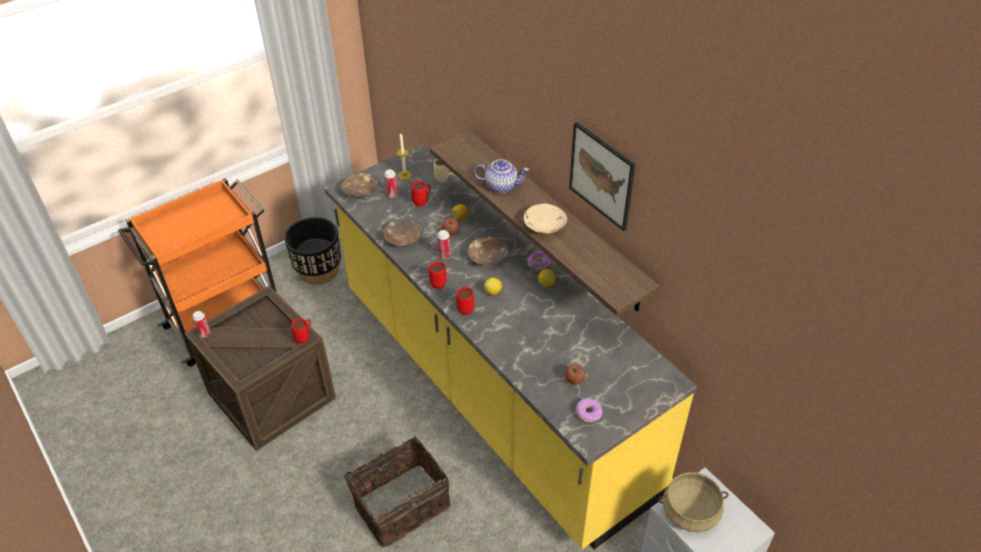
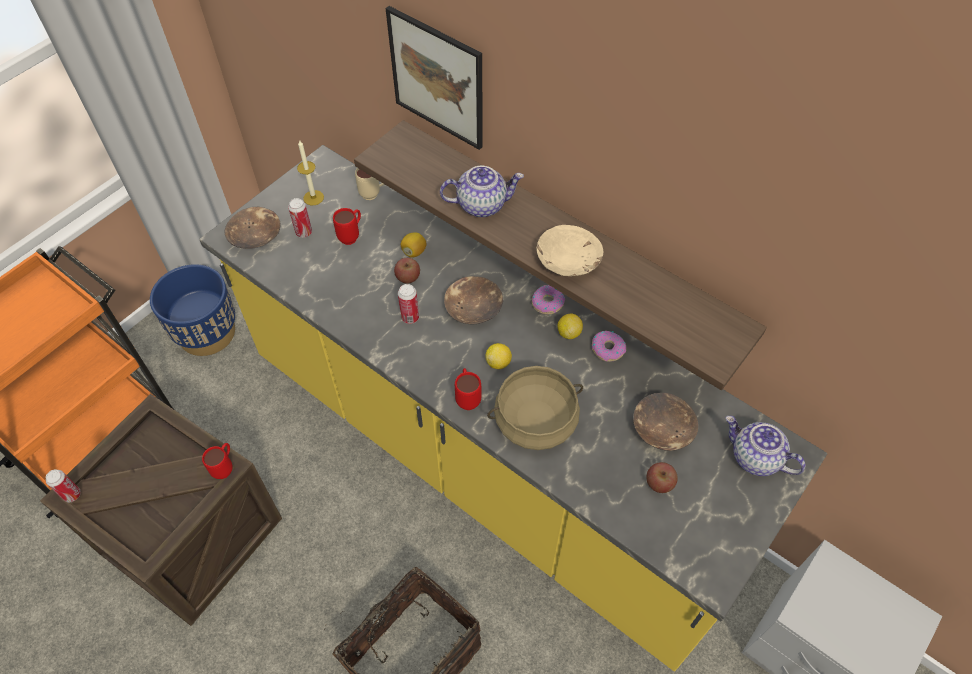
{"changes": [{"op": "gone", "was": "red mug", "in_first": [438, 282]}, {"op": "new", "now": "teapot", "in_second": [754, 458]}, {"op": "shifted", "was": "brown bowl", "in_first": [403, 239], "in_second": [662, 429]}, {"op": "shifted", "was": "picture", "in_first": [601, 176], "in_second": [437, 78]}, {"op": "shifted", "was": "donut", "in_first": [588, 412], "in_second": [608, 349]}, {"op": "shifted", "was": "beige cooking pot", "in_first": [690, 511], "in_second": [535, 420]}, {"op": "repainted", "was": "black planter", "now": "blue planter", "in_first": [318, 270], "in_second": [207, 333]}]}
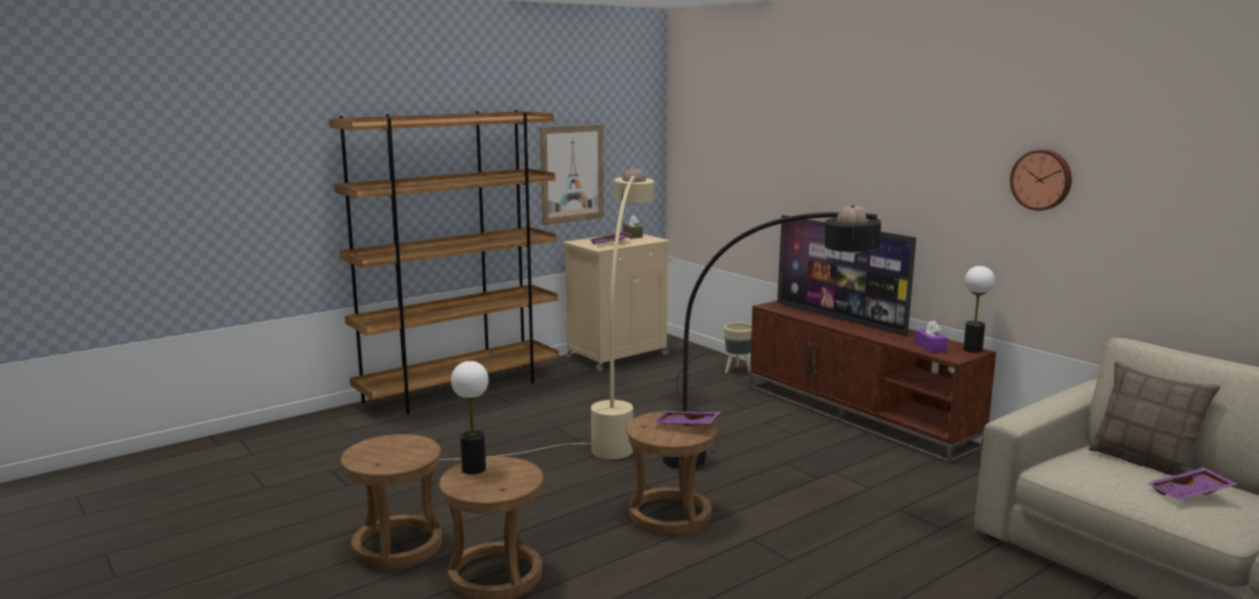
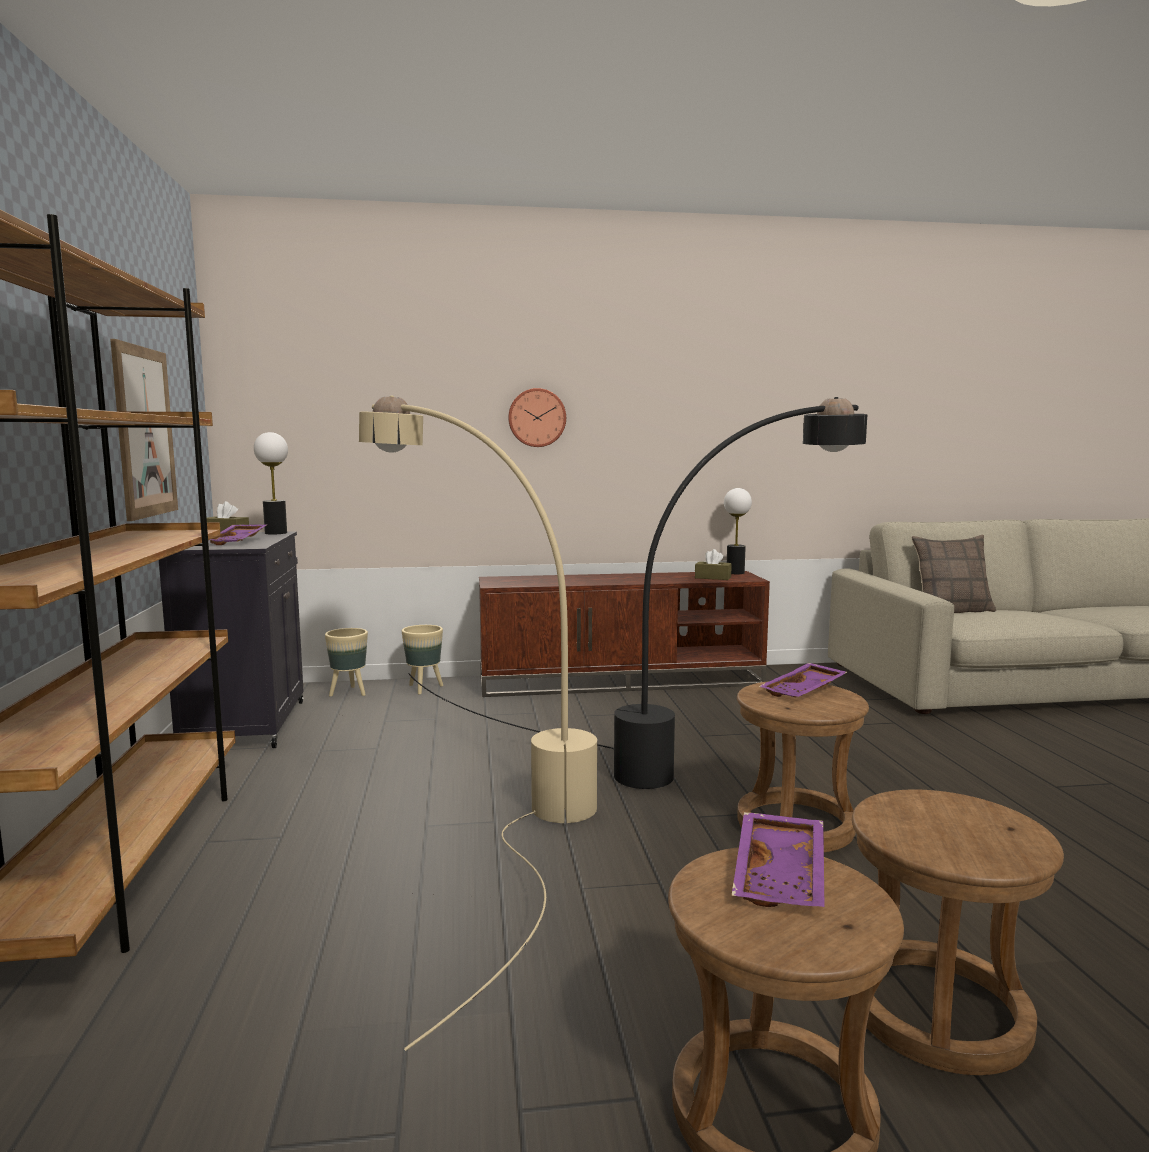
{"changes": [{"op": "gone", "was": "television", "in_first": [840, 318]}, {"op": "new", "now": "beige planter", "in_second": [349, 693]}, {"op": "shifted", "was": "table lamp", "in_first": [473, 469], "in_second": [275, 533]}, {"op": "shifted", "was": "wall clock", "in_first": [1042, 179], "in_second": [537, 417]}, {"op": "shifted", "was": "purple tray", "in_first": [1190, 493], "in_second": [782, 876]}, {"op": "repainted", "was": "beige cabinet", "now": "black cabinet", "in_first": [618, 355], "in_second": [246, 724]}, {"op": "repainted", "was": "purple tissue box", "now": "brown tissue box", "in_first": [930, 347], "in_second": [713, 577]}]}
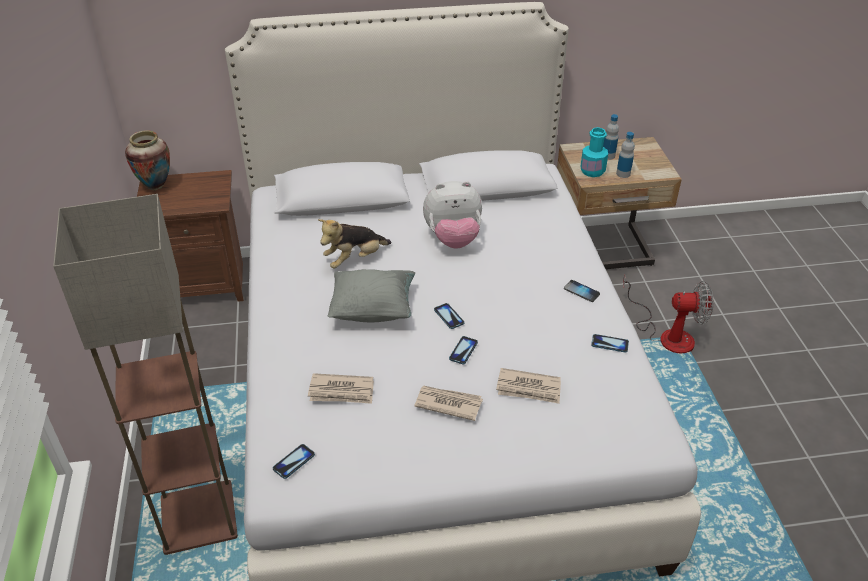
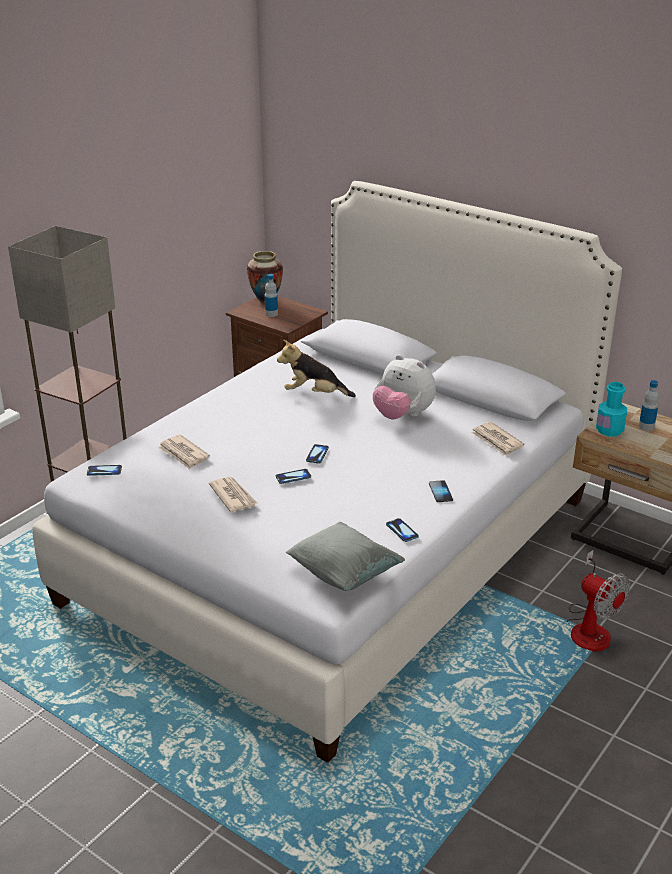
{"changes": [{"op": "shifted", "was": "grey pillow", "in_first": [373, 310], "in_second": [344, 574]}, {"op": "shifted", "was": "newspaper", "in_first": [529, 388], "in_second": [497, 441]}, {"op": "shifted", "was": "bottle", "in_first": [623, 174], "in_second": [271, 314]}]}
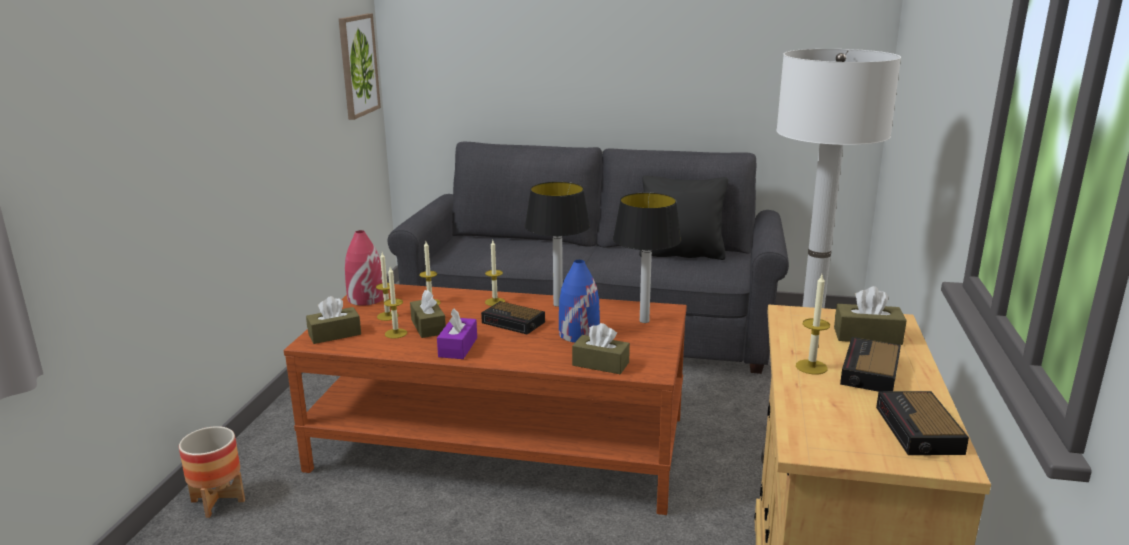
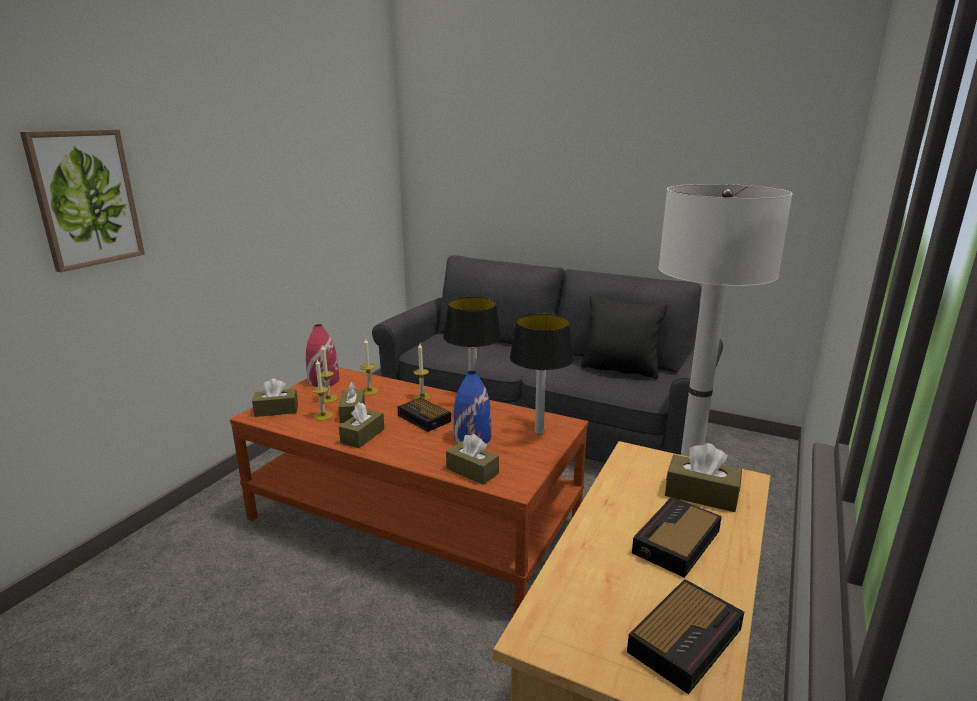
{"changes": [{"op": "gone", "was": "planter", "in_first": [218, 501]}, {"op": "gone", "was": "candle", "in_first": [811, 367]}, {"op": "shifted", "was": "picture", "in_first": [358, 65], "in_second": [85, 198]}, {"op": "repainted", "was": "purple tissue box", "now": "brown tissue box", "in_first": [458, 347], "in_second": [362, 436]}, {"op": "rotated", "was": "alarm clock", "in_first": [919, 431], "in_second": [686, 638], "clockwise": -150}]}
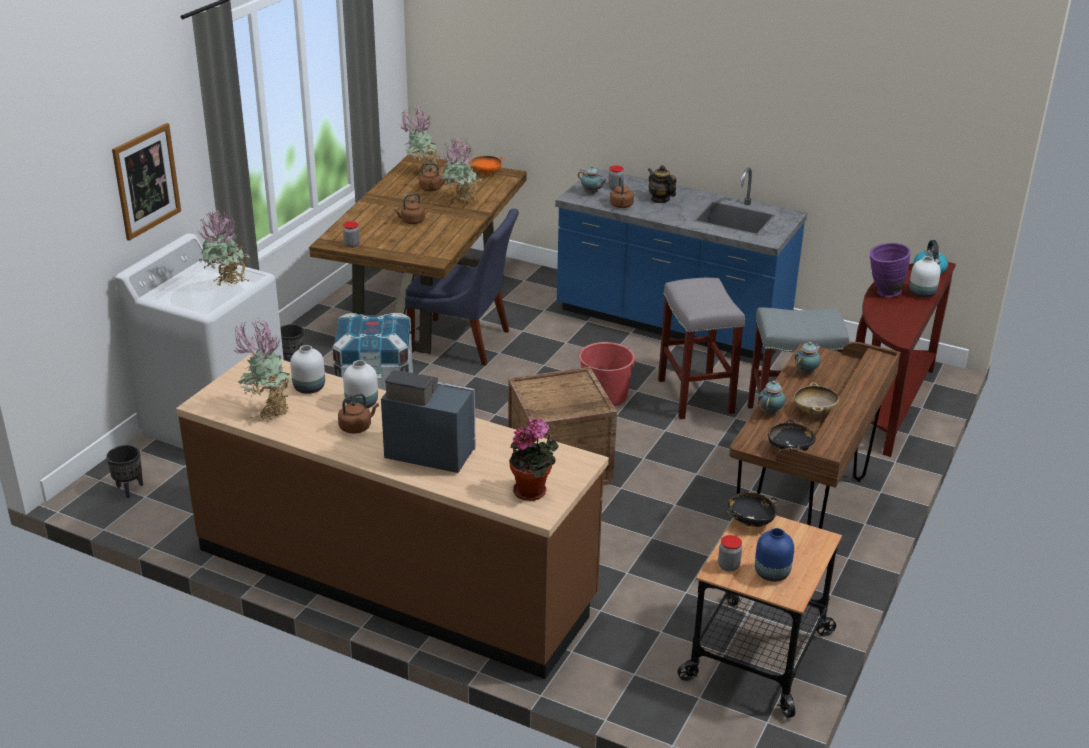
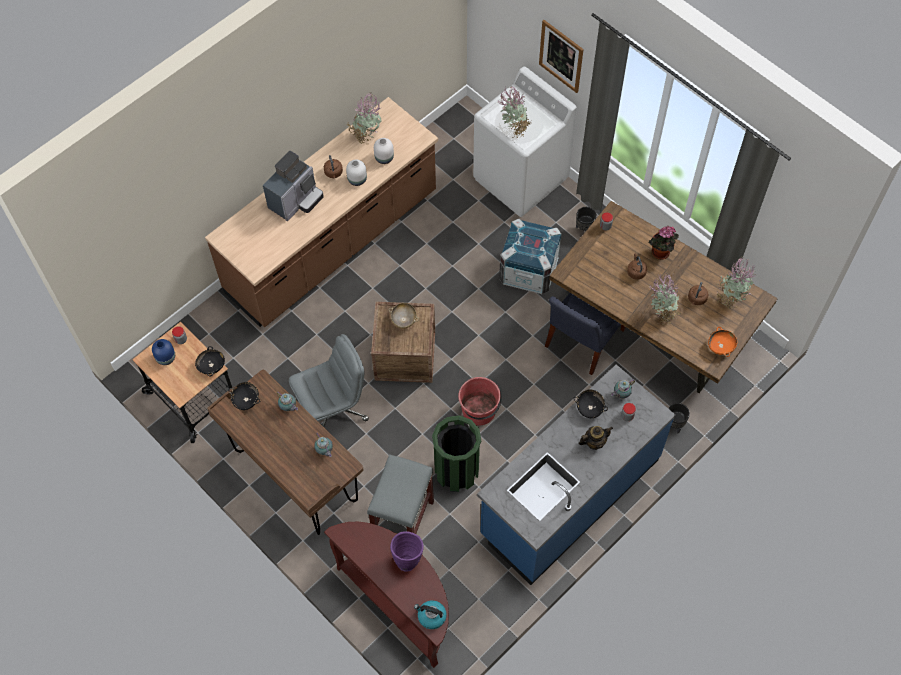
{"changes": [{"op": "gone", "was": "white vase", "in_first": [922, 293]}, {"op": "new", "now": "grey office chair", "in_second": [333, 408]}, {"op": "shifted", "was": "black planter", "in_first": [130, 489], "in_second": [674, 425]}, {"op": "shifted", "was": "potted plant", "in_first": [533, 491], "in_second": [660, 254]}, {"op": "shifted", "was": "beige bowl", "in_first": [814, 411], "in_second": [404, 320]}, {"op": "swapped", "was": "brown kettle", "now": "black bowl", "in_first": [621, 206], "in_second": [589, 408]}, {"op": "swapped", "was": "grey stool", "now": "green trash can", "in_first": [696, 397], "in_second": [456, 471]}]}
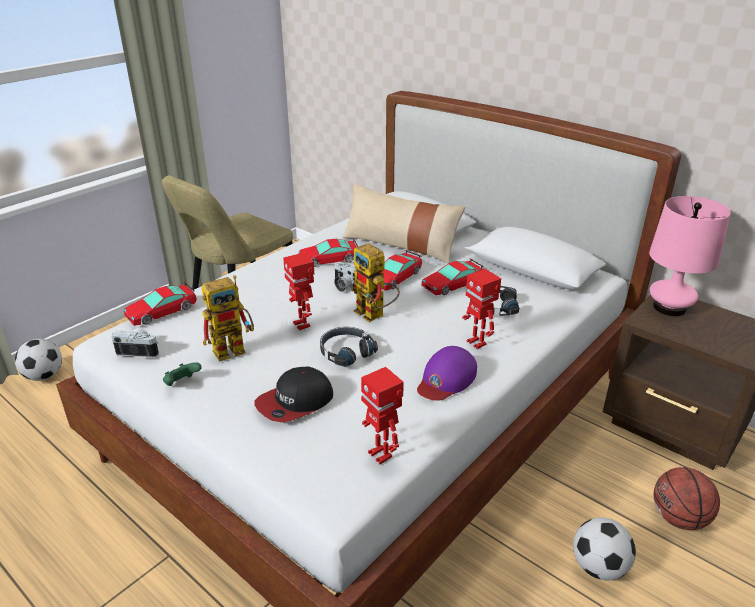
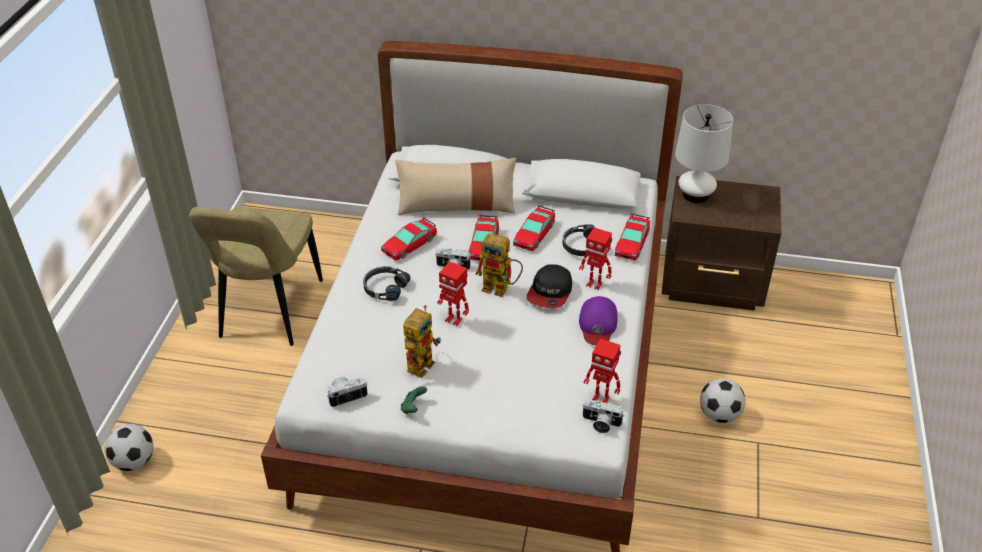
{"changes": [{"op": "gone", "was": "basketball", "in_first": [679, 518]}, {"op": "new", "now": "photo camera", "in_second": [600, 423]}, {"op": "shifted", "was": "toy car", "in_first": [161, 311], "in_second": [631, 243]}, {"op": "shifted", "was": "cap", "in_first": [295, 402], "in_second": [550, 292]}, {"op": "shifted", "was": "black headphones", "in_first": [346, 352], "in_second": [385, 288]}, {"op": "repainted", "was": "pink table lamp", "now": "white table lamp", "in_first": [669, 307], "in_second": [695, 195]}]}
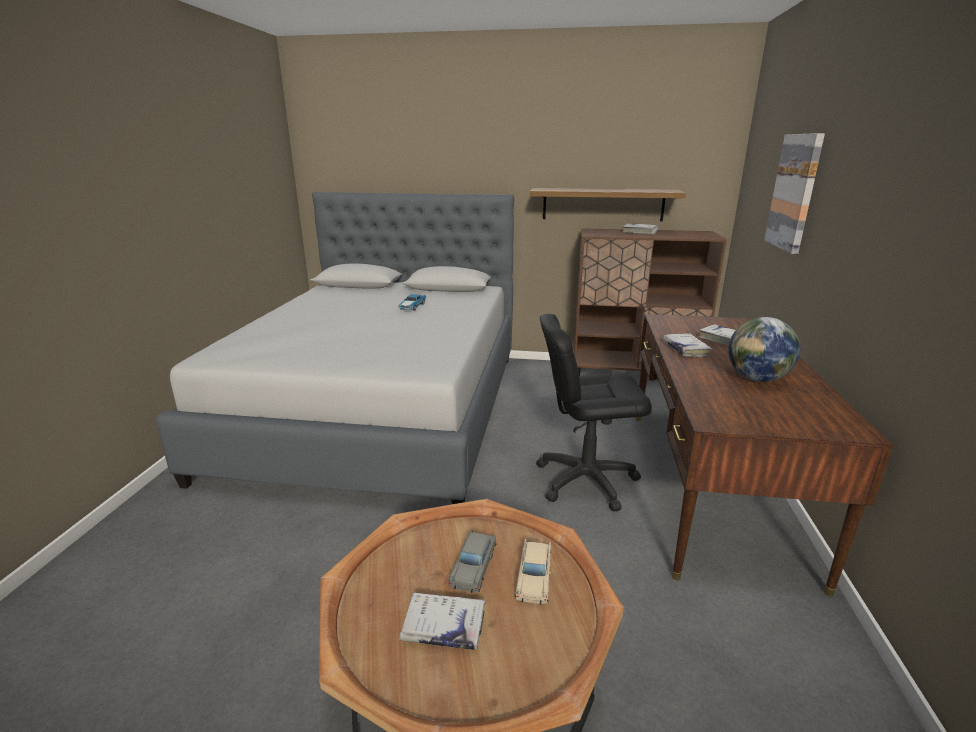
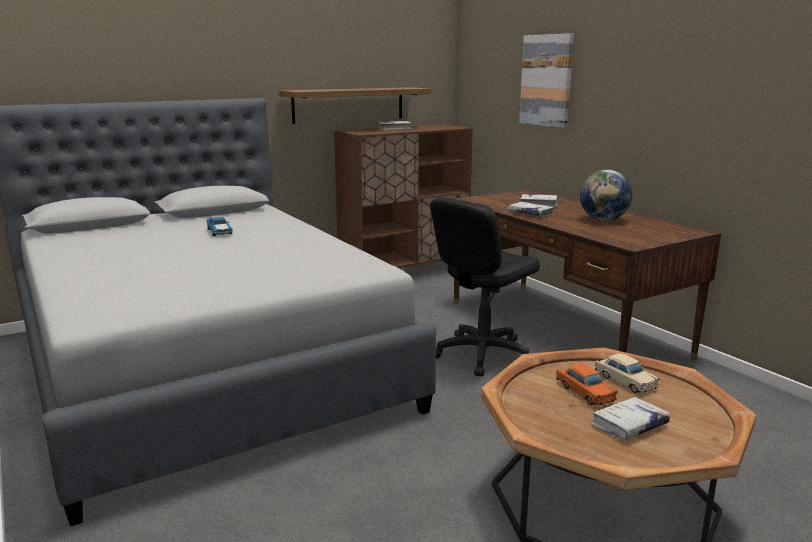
{"changes": [{"op": "repainted", "was": "grey toy car", "now": "orange toy car", "in_first": [474, 567], "in_second": [585, 392]}]}
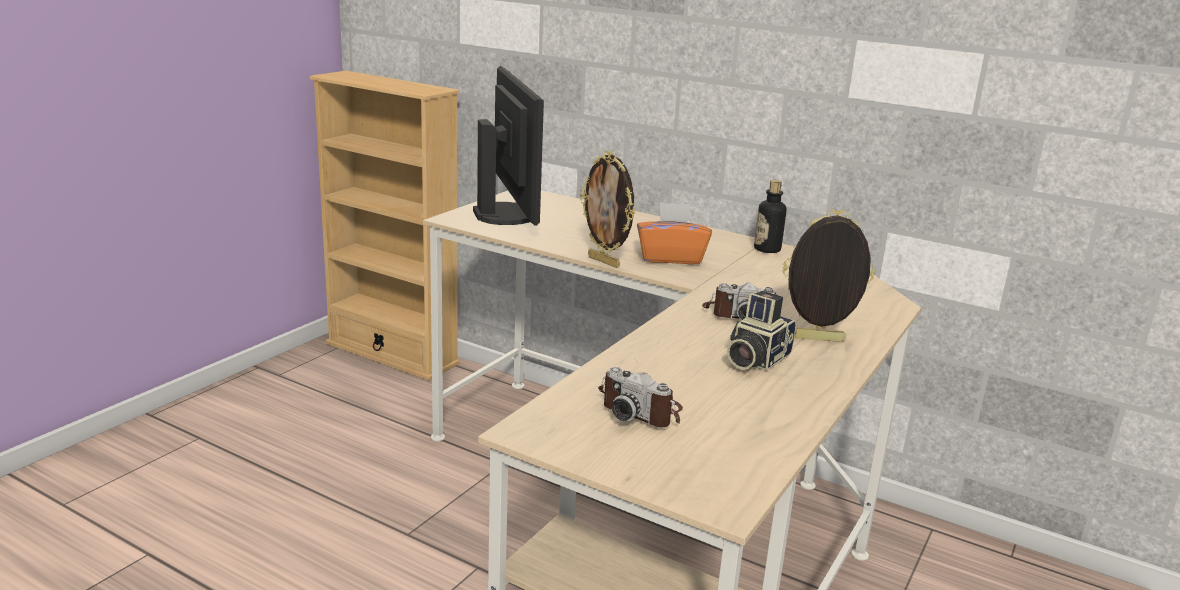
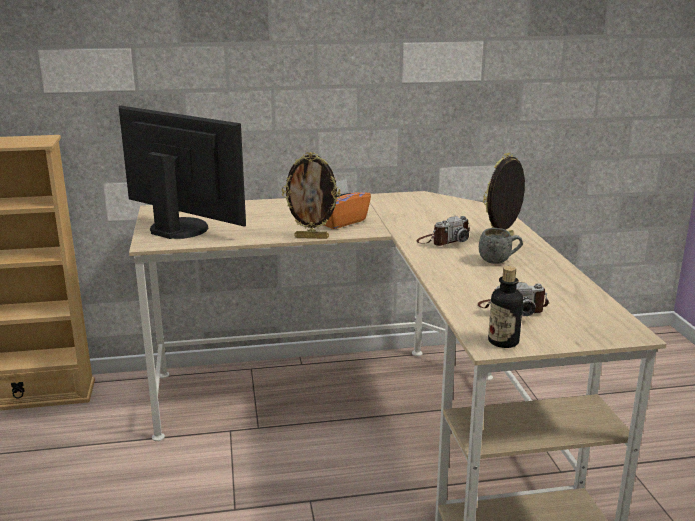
{"changes": [{"op": "shifted", "was": "bottle", "in_first": [767, 249], "in_second": [503, 341]}, {"op": "swapped", "was": "photo camera", "now": "grey mug", "in_first": [755, 359], "in_second": [499, 261]}]}
